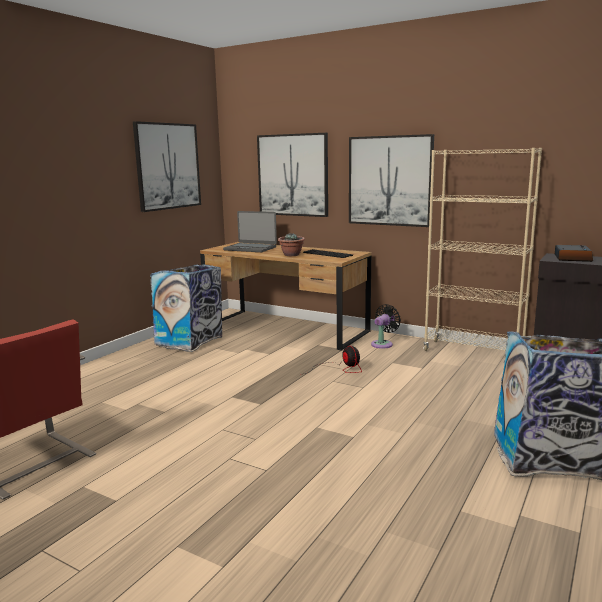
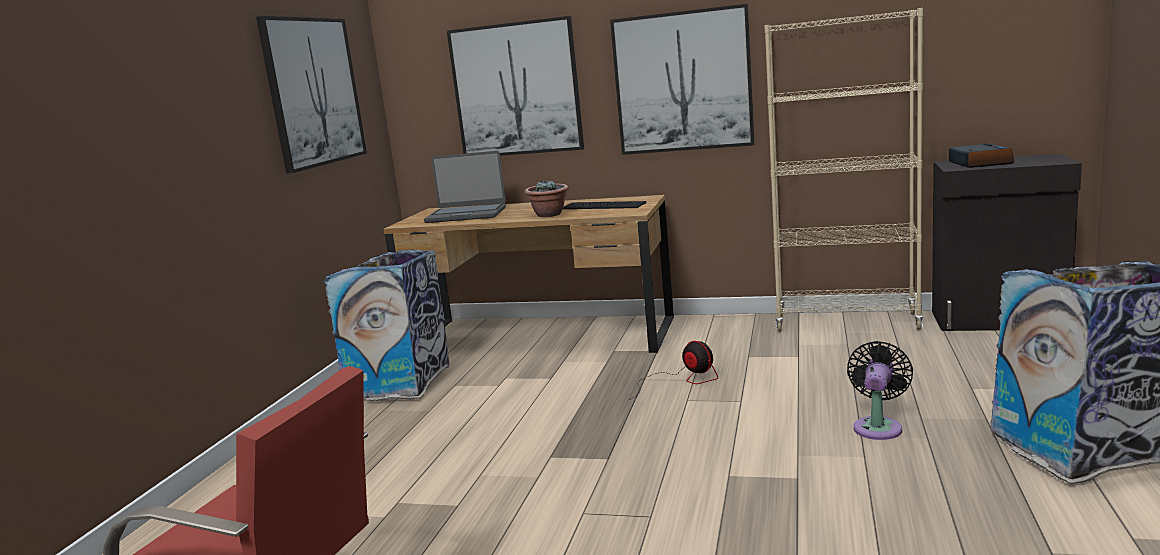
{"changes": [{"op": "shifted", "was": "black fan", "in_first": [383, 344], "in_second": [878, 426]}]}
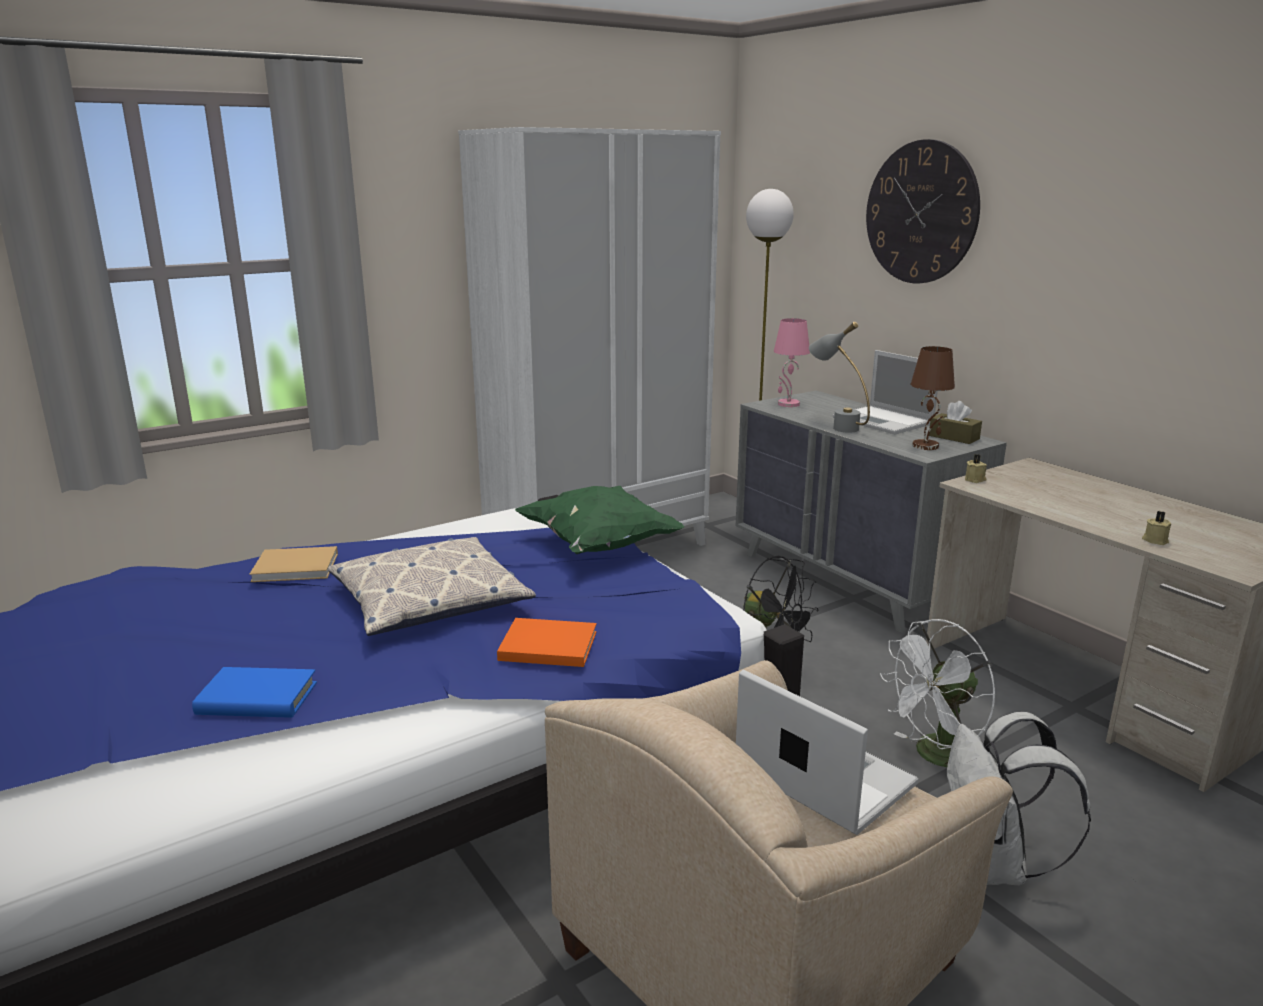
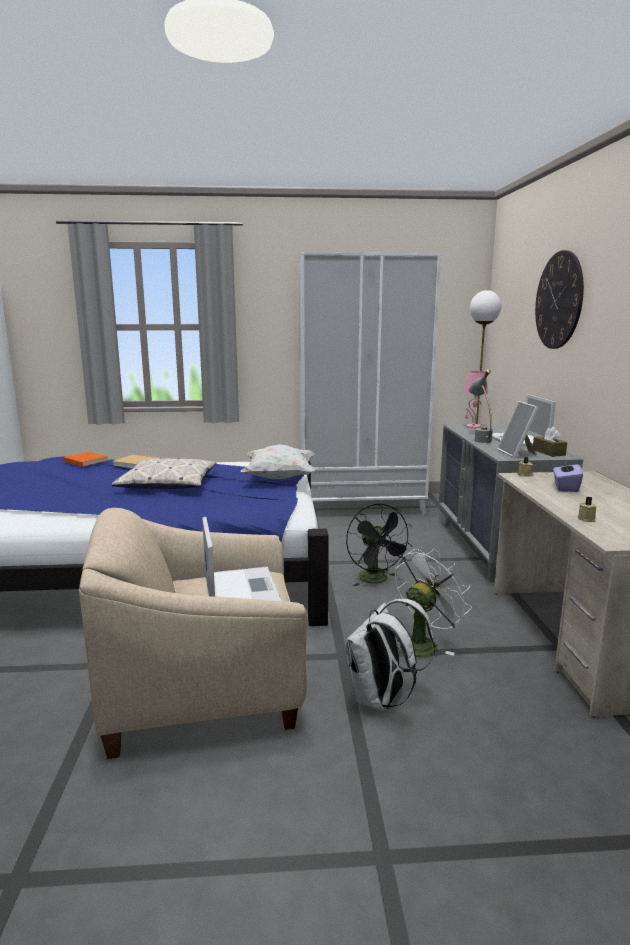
{"changes": [{"op": "gone", "was": "blue book", "in_first": [257, 699]}, {"op": "new", "now": "purple tissue box", "in_second": [565, 487]}, {"op": "shifted", "was": "orange book", "in_first": [545, 645], "in_second": [85, 460]}, {"op": "swapped", "was": "brown table lamp", "now": "picture frame", "in_first": [926, 446], "in_second": [517, 454]}, {"op": "repainted", "was": "green pillow", "now": "white pillow", "in_first": [600, 545], "in_second": [279, 478]}, {"op": "rotated", "was": "white fan", "in_first": [936, 757], "in_second": [422, 643], "clockwise": 135}]}
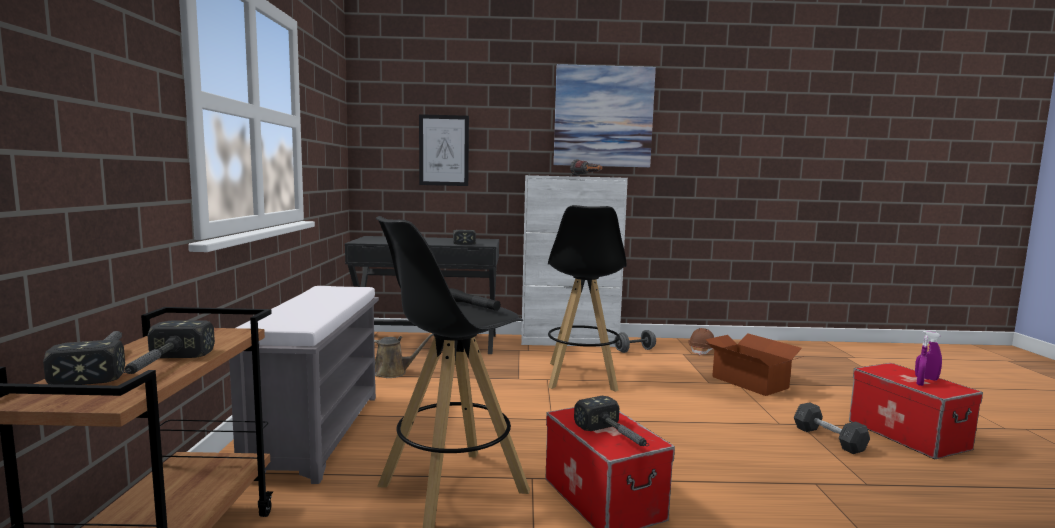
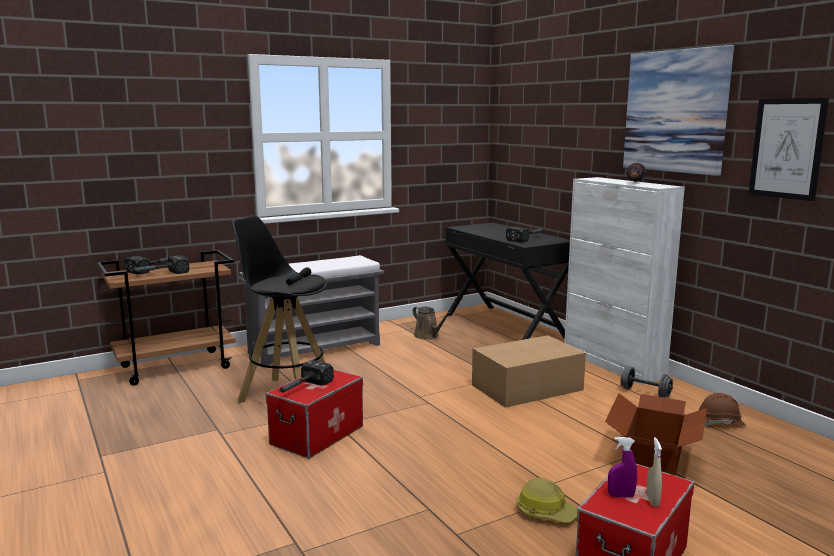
{"changes": [{"op": "shifted", "was": "picture", "in_first": [444, 150], "in_second": [787, 148]}, {"op": "swapped", "was": "black stool", "now": "cardboard box", "in_first": [581, 377], "in_second": [525, 387]}, {"op": "swapped", "was": "grey dumbbell", "now": "hard hat", "in_first": [829, 439], "in_second": [545, 512]}, {"op": "repainted", "was": "purple spray bottle", "now": "beige spray bottle", "in_first": [926, 378], "in_second": [652, 501]}]}
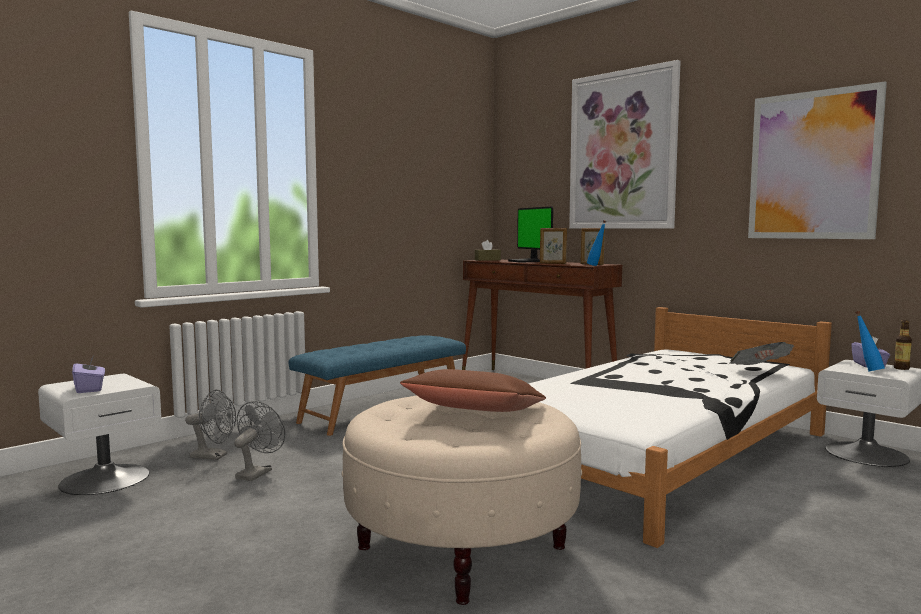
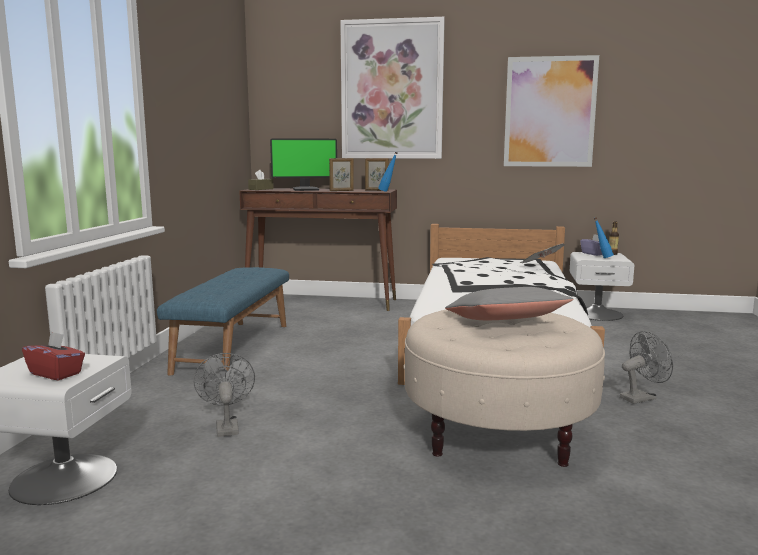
{"changes": [{"op": "shifted", "was": "grey fan", "in_first": [214, 456], "in_second": [641, 397]}, {"op": "repainted", "was": "purple tissue box", "now": "red tissue box", "in_first": [90, 389], "in_second": [56, 373]}, {"op": "repainted", "was": "brown pillow", "now": "grey pillow", "in_first": [476, 414], "in_second": [505, 323]}, {"op": "rotated", "was": "monitor", "in_first": [527, 261], "in_second": [306, 189], "clockwise": -45}]}
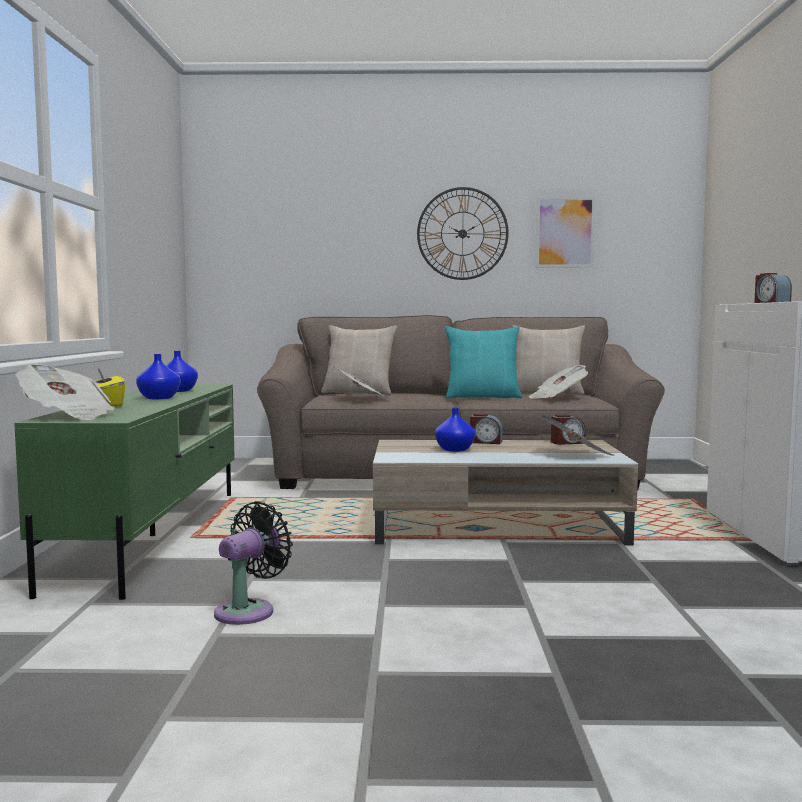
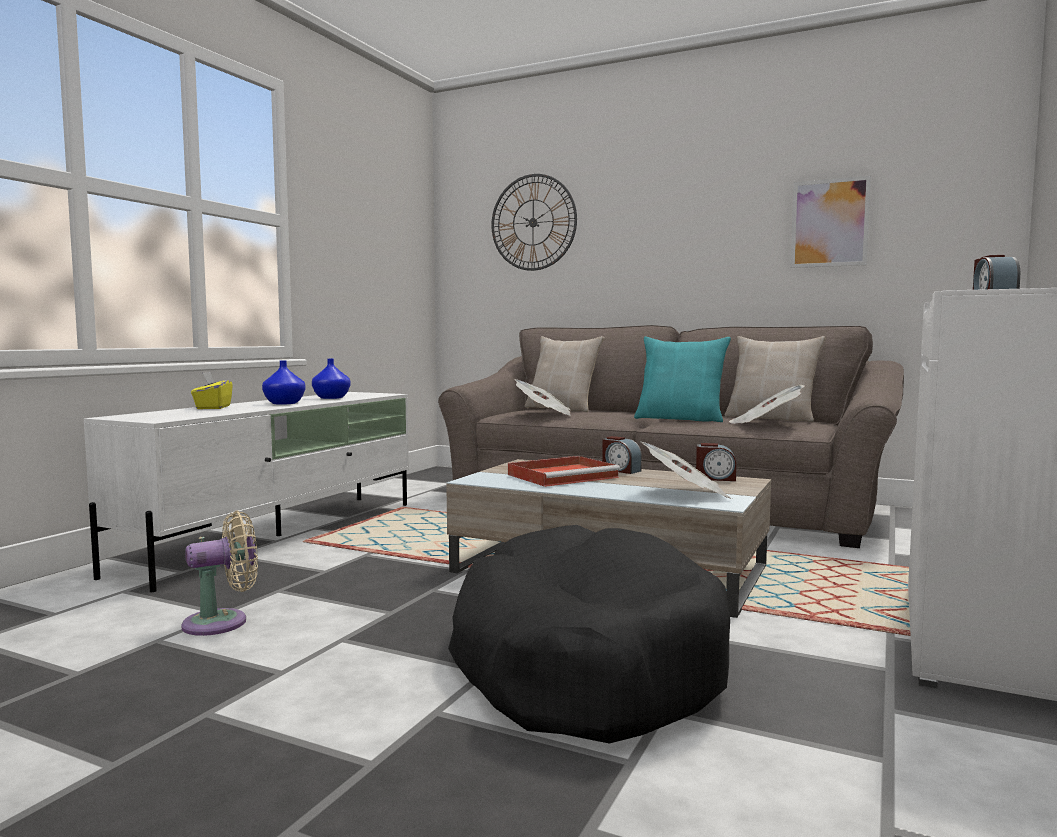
{"changes": [{"op": "gone", "was": "newspaper", "in_first": [67, 416]}, {"op": "new", "now": "black dog bed", "in_second": [584, 663]}, {"op": "shifted", "was": "wall clock", "in_first": [462, 233], "in_second": [533, 222]}, {"op": "swapped", "was": "blue vase", "now": "red tray", "in_first": [454, 449], "in_second": [564, 475]}, {"op": "repainted", "was": "green tv stand", "now": "white tv stand", "in_first": [154, 534], "in_second": [281, 535]}, {"op": "repainted", "was": "black fan", "now": "beige fan", "in_first": [249, 610], "in_second": [222, 622]}]}
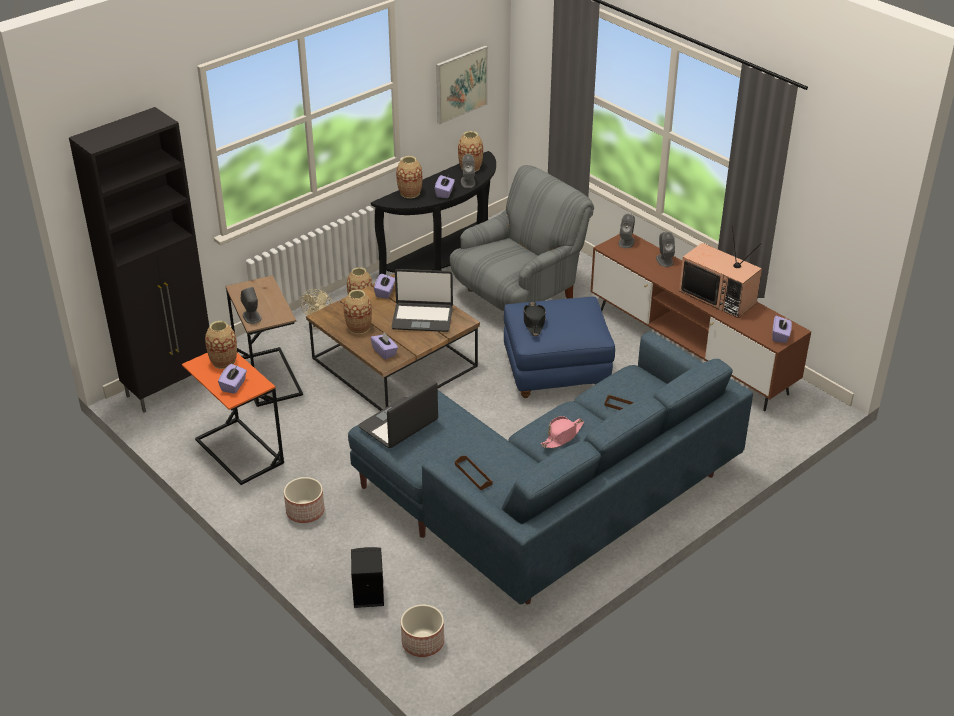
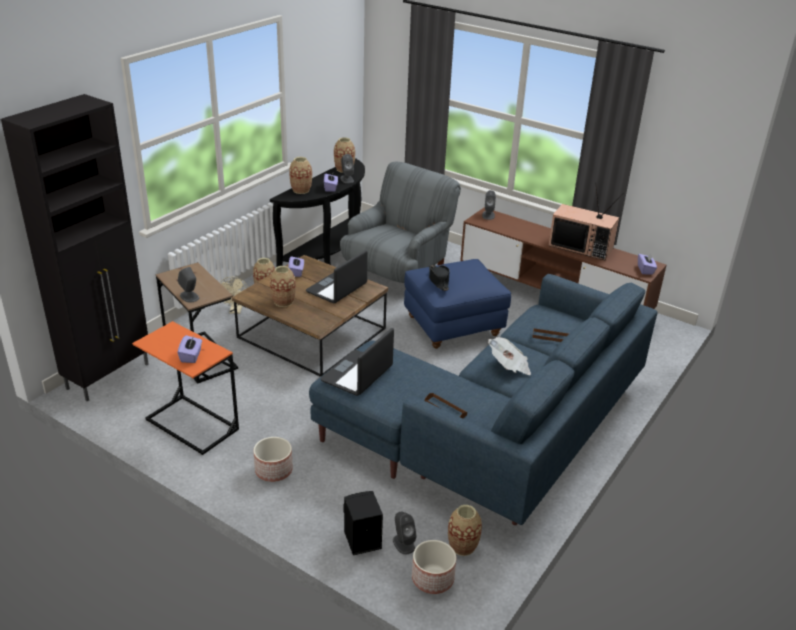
{"changes": [{"op": "gone", "was": "purple tissue box", "in_first": [385, 352]}, {"op": "gone", "was": "picture", "in_first": [461, 84]}, {"op": "shifted", "was": "vase", "in_first": [223, 362], "in_second": [462, 546]}, {"op": "shifted", "was": "grey speaker", "in_first": [664, 260], "in_second": [403, 543]}, {"op": "swapped", "was": "pink hat", "now": "newspaper", "in_first": [562, 436], "in_second": [509, 366]}, {"op": "rotated", "was": "laptop", "in_first": [422, 317], "in_second": [337, 288], "clockwise": 135}]}
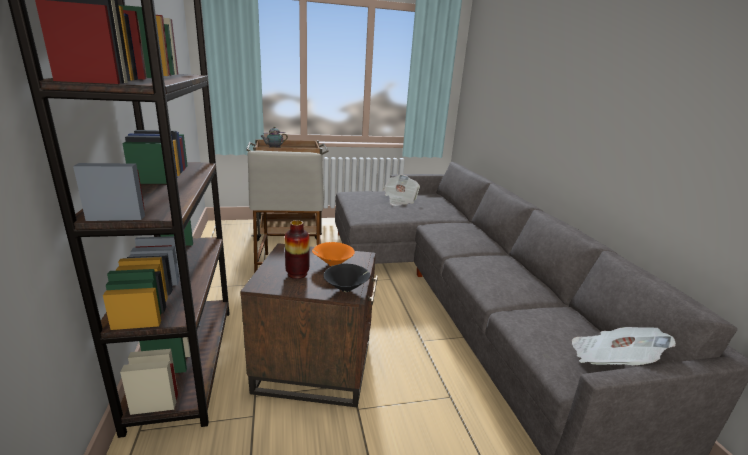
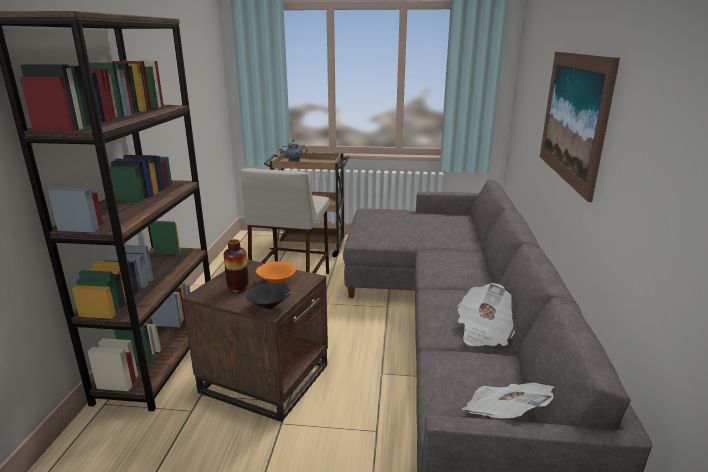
{"changes": [{"op": "new", "now": "picture", "in_second": [573, 117]}, {"op": "shifted", "was": "newspaper", "in_first": [400, 200], "in_second": [485, 331]}]}
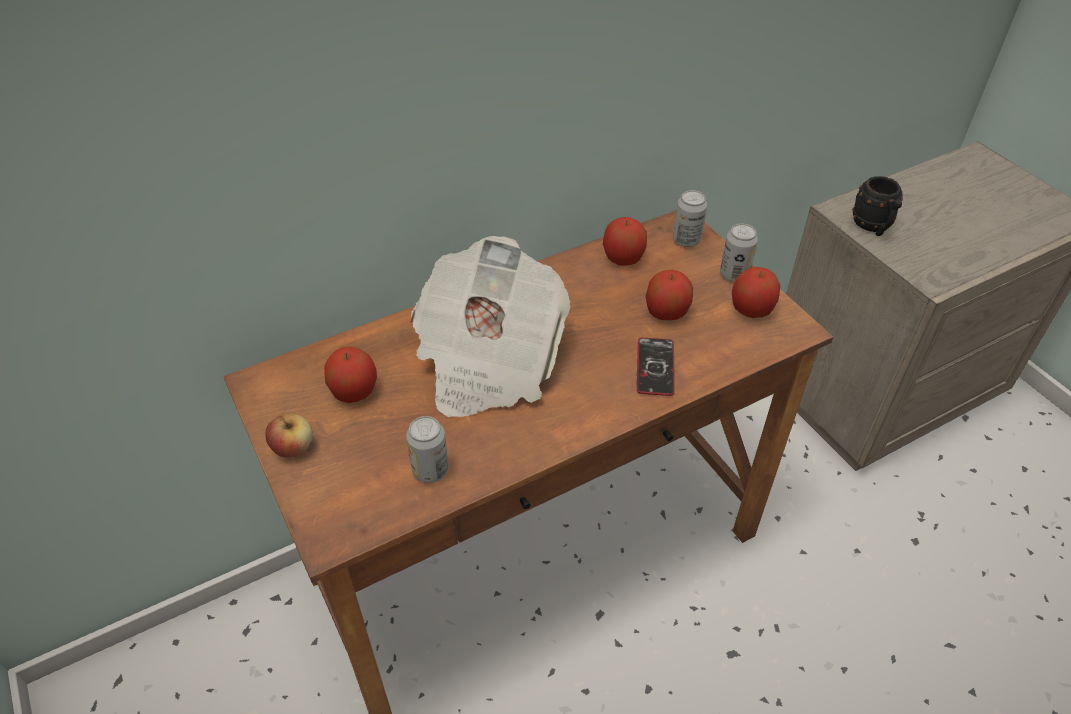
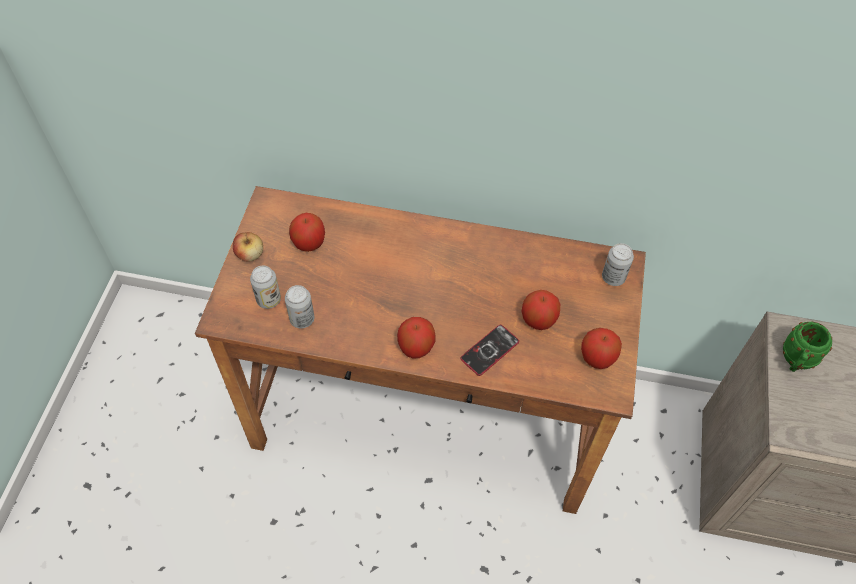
{"changes": [{"op": "gone", "was": "newspaper", "in_first": [488, 360]}, {"op": "shifted", "was": "apple", "in_first": [623, 259], "in_second": [416, 347]}, {"op": "shifted", "was": "can", "in_first": [734, 274], "in_second": [268, 299]}, {"op": "repainted", "was": "black mug", "now": "green mug", "in_first": [873, 227], "in_second": [796, 361]}]}
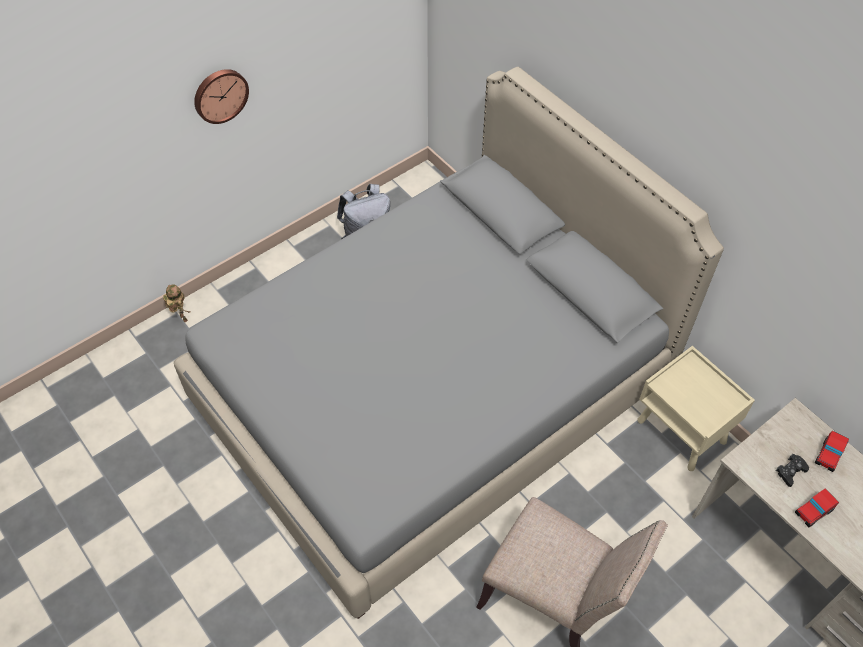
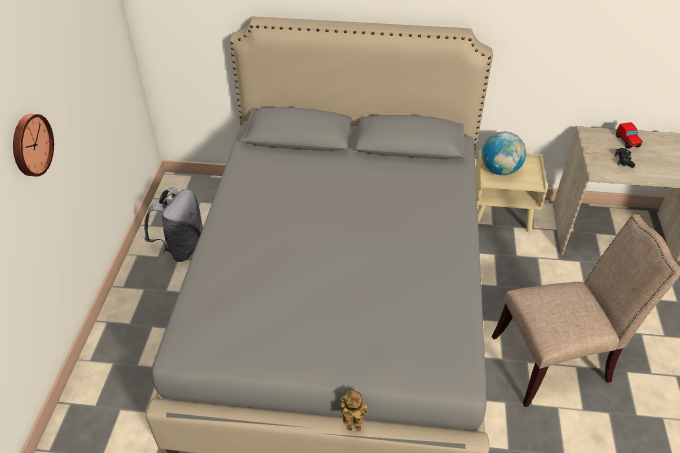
{"changes": [{"op": "gone", "was": "toy car", "in_first": [812, 512]}, {"op": "new", "now": "globe", "in_second": [500, 170]}, {"op": "shifted", "was": "toy robot", "in_first": [182, 318], "in_second": [353, 430]}]}
